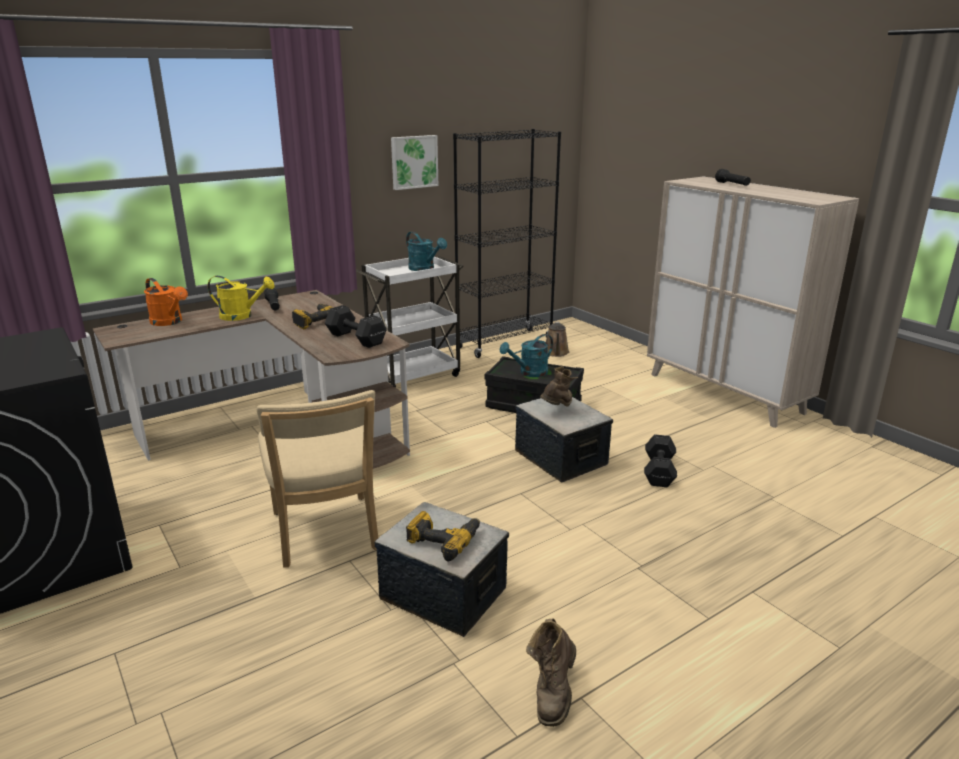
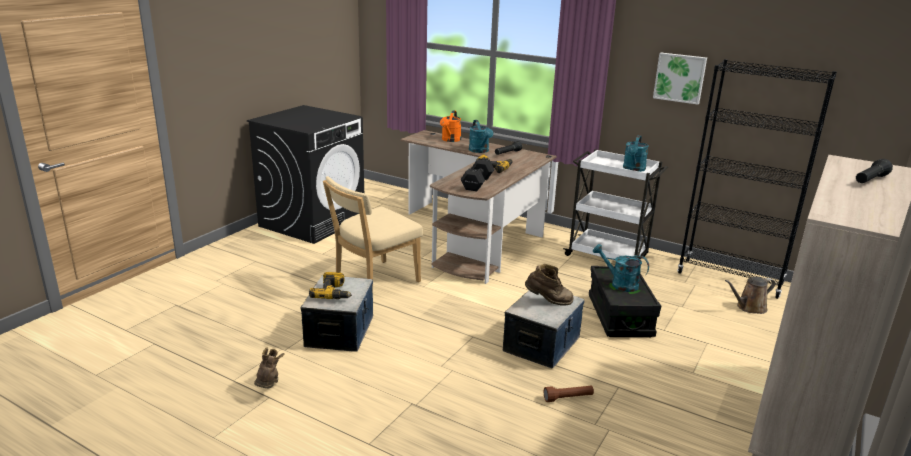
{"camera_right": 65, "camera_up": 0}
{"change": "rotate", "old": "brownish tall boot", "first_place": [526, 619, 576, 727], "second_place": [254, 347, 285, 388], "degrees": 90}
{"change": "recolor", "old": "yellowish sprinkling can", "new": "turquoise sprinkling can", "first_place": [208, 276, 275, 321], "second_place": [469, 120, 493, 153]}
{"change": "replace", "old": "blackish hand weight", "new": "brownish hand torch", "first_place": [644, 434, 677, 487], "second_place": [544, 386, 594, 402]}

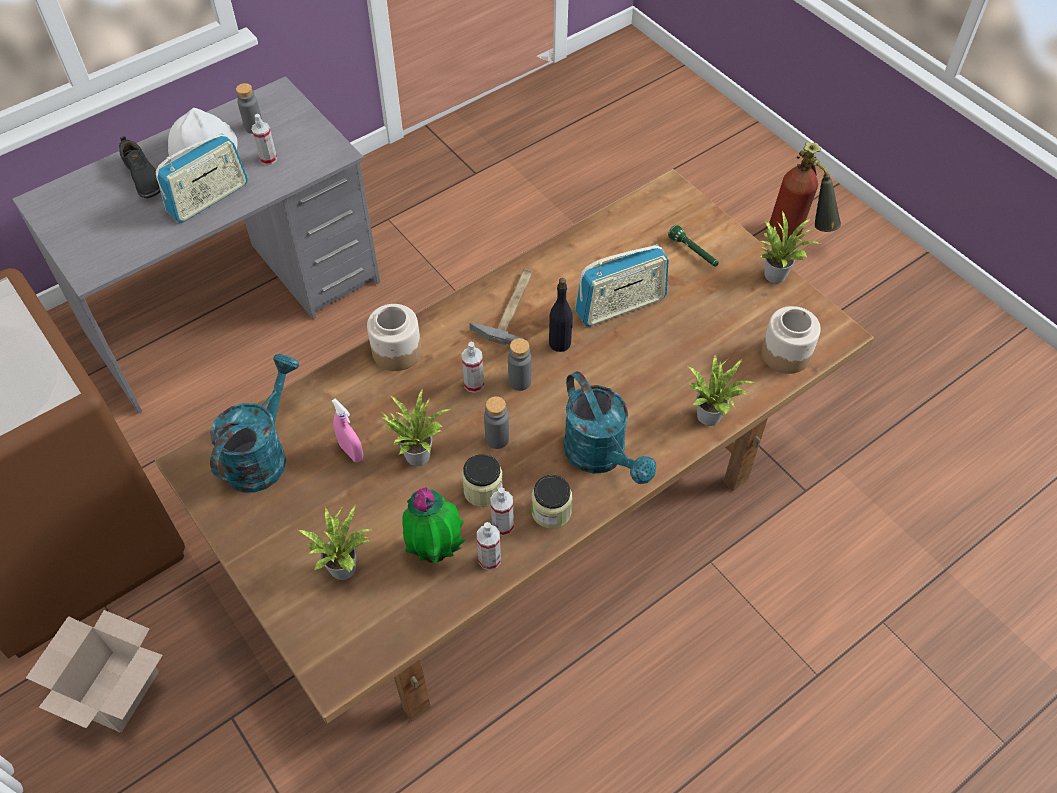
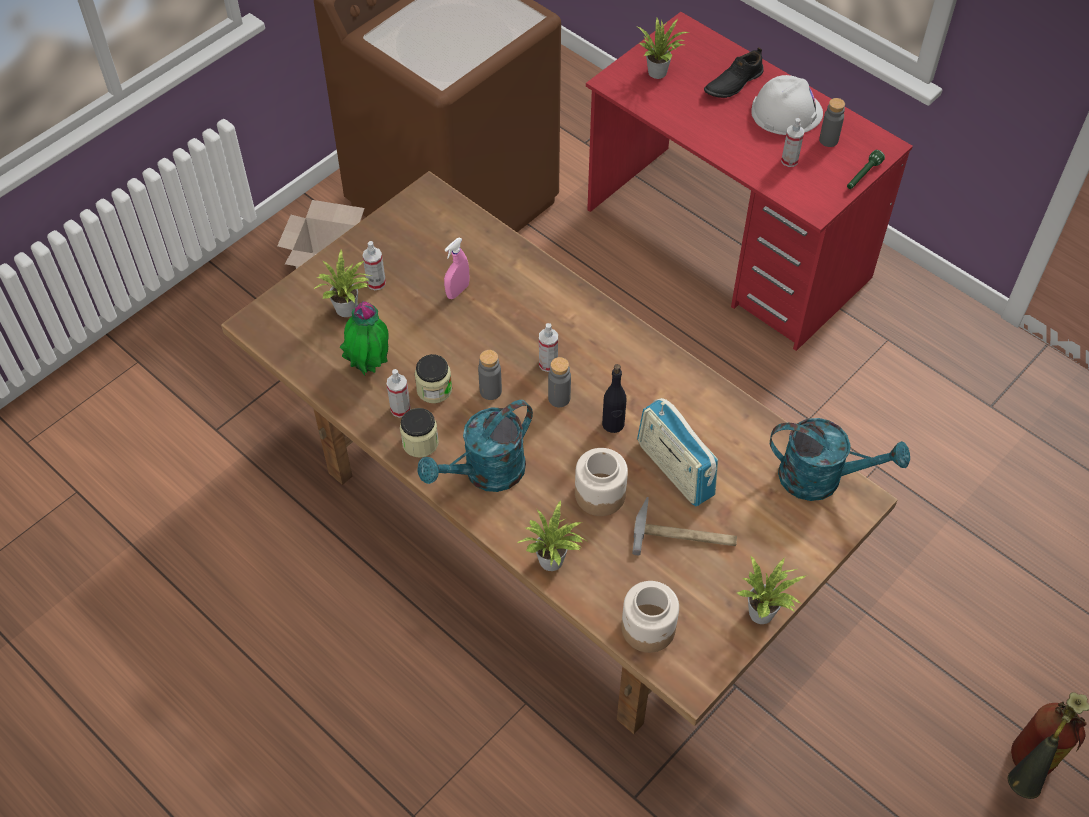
{"camera_right": 80, "camera_up": 0}
{"change": "move", "old": "hand sprayer", "first_place": [477, 522, 501, 570], "second_place": [362, 241, 386, 290]}
{"change": "move", "old": "storage jar", "first_place": [367, 304, 421, 371], "second_place": [575, 448, 628, 516]}
{"change": "recolor", "old": "greyish desk unit", "new": "reddish desk unit", "first_place": [12, 76, 380, 414], "second_place": [586, 12, 913, 351]}
{"change": "move", "old": "hand hammer", "first_place": [469, 269, 532, 345], "second_place": [632, 497, 737, 556]}
{"change": "move", "old": "potted plant", "first_place": [382, 388, 450, 466], "second_place": [638, 18, 688, 79]}
{"change": "move", "old": "turquoise sprinkling can", "first_place": [210, 354, 300, 493], "second_place": [770, 418, 910, 501]}
{"change": "move", "old": "greenish hand torch", "first_place": [668, 225, 719, 267], "second_place": [847, 150, 885, 189]}
{"change": "delete", "old": "radio receiver", "first_place": [155, 133, 248, 223]}

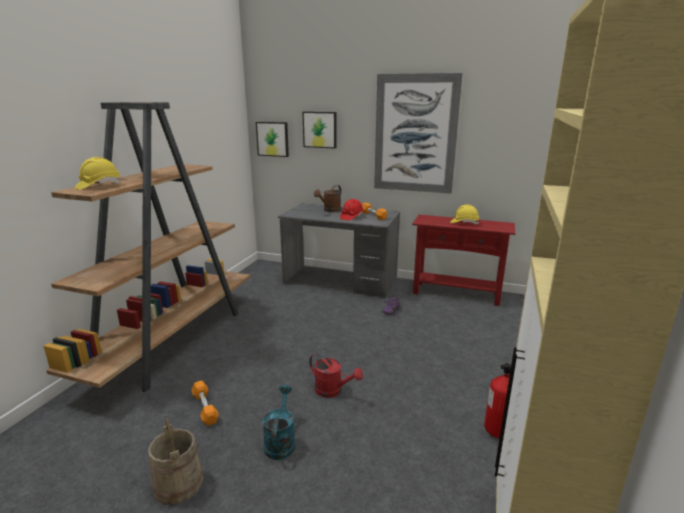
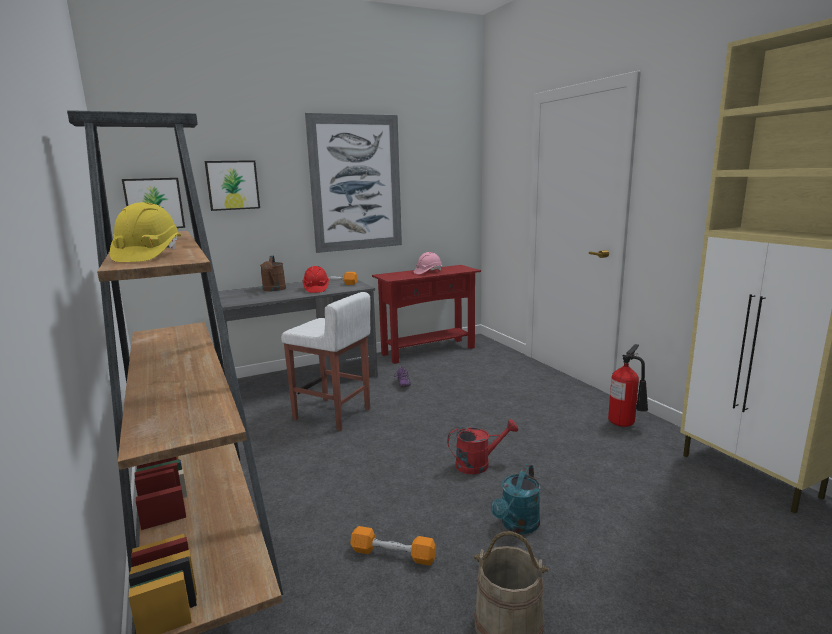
{"camera_right": -45, "camera_up": -5}
{"change": "insert", "new": "whitish stool", "second_place": [281, 292, 371, 431]}
{"change": "recolor", "old": "yellowish safety helmet", "new": "pink-coloured safety helmet", "first_place": [450, 205, 479, 224], "second_place": [414, 252, 442, 274]}
{"change": "rotate", "old": "turquoise sprinkling can", "first_place": [262, 385, 295, 460], "second_place": [491, 464, 540, 534], "degrees": -105}

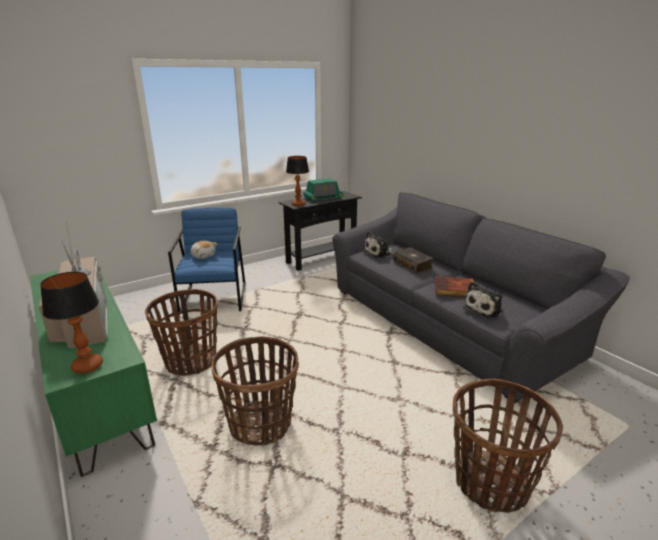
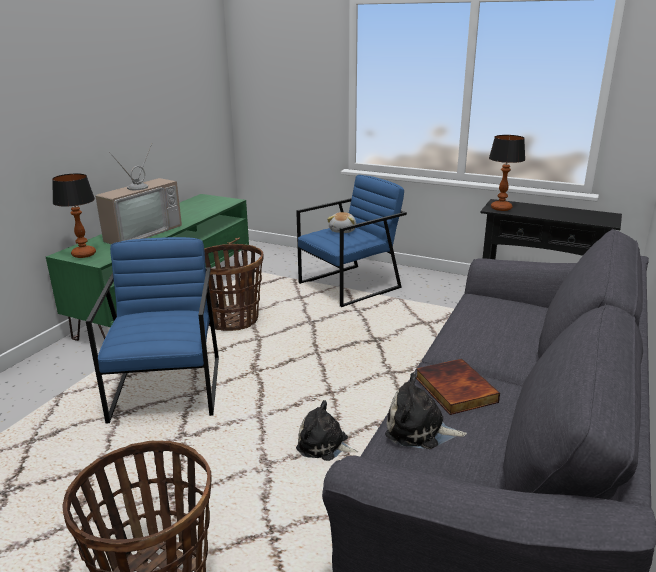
{"camera_right": 60, "camera_up": 0}
{"change": "replace", "old": "basket", "new": "blue lounge chair", "first_place": [211, 337, 299, 446], "second_place": [86, 237, 219, 424]}
{"change": "move", "old": "soft toy", "first_place": [363, 231, 392, 258], "second_place": [296, 400, 358, 461]}
{"change": "delete", "old": "radio receiver", "first_place": [303, 178, 343, 202]}
{"change": "delete", "old": "bound book", "first_place": [392, 247, 434, 273]}

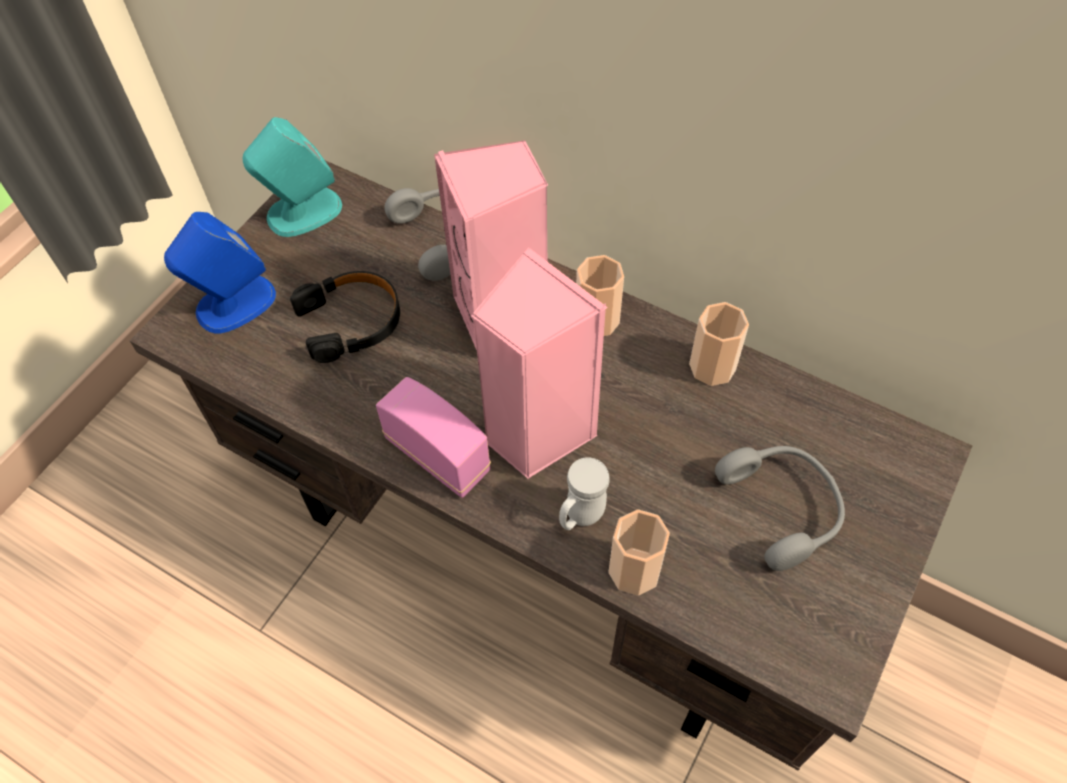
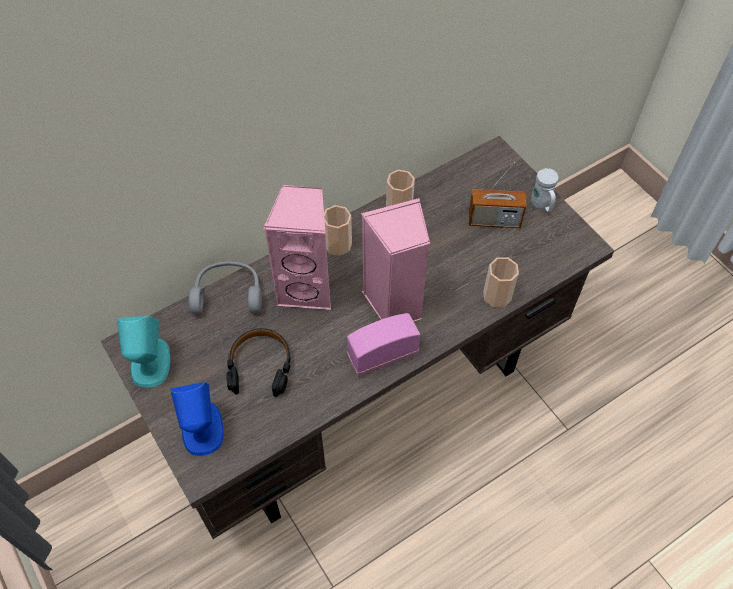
{"camera_right": -65, "camera_up": 0}
{"change": "replace", "old": "greyish headset", "new": "radio receiver", "first_place": [715, 446, 845, 571], "second_place": [469, 162, 526, 228]}
{"change": "move", "old": "whitish coffee mug", "first_place": [559, 457, 610, 530], "second_place": [531, 168, 559, 212]}

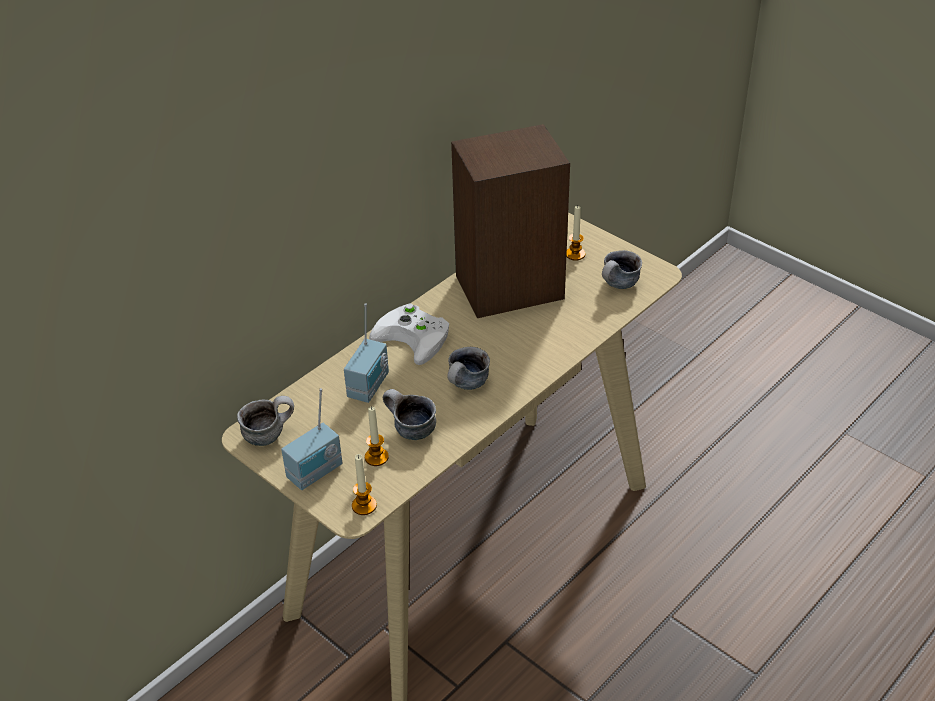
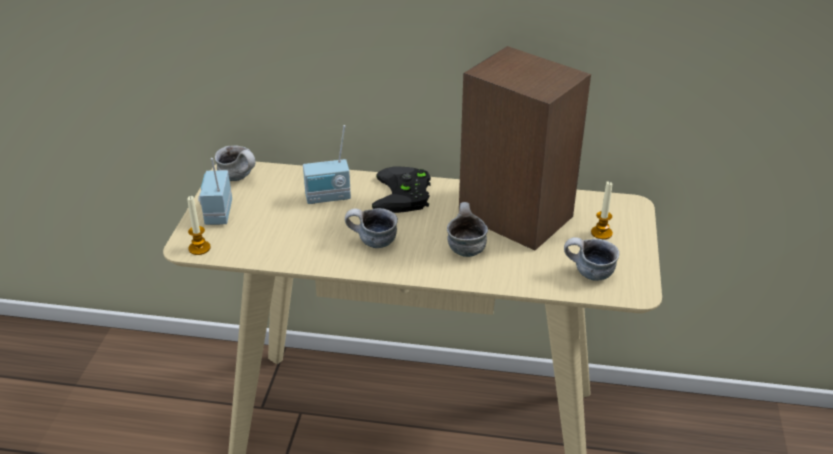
{"camera_right": 55, "camera_up": -5}
{"change": "rotate", "old": "radio receiver", "first_place": [281, 388, 342, 490], "second_place": [198, 158, 232, 225], "degrees": 75}
{"change": "recolor", "old": "whitish joypad", "new": "blackish joypad", "first_place": [369, 303, 449, 365], "second_place": [372, 166, 431, 213]}
{"change": "move", "old": "coffee mug", "first_place": [383, 389, 436, 440], "second_place": [447, 202, 488, 257]}
{"change": "delete", "old": "candle", "first_place": [365, 407, 389, 466]}

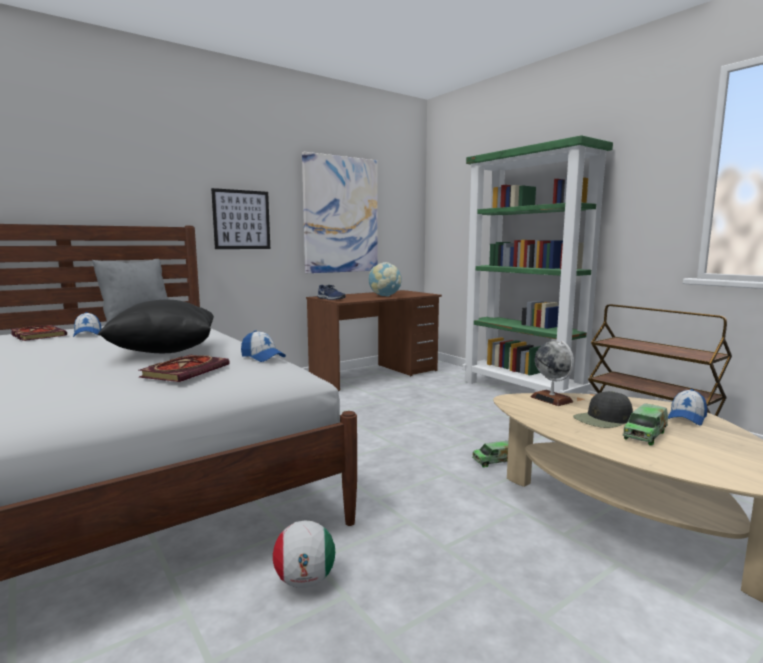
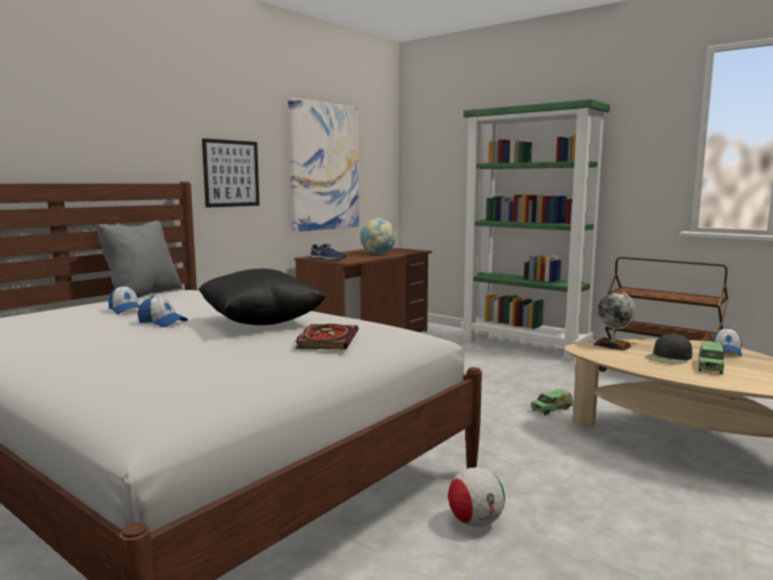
{"camera_right": -15, "camera_up": 0}
{"change": "move", "old": "cap", "first_place": [241, 331, 286, 362], "second_place": [138, 296, 188, 327]}
{"change": "delete", "old": "bound book", "first_place": [11, 325, 67, 341]}

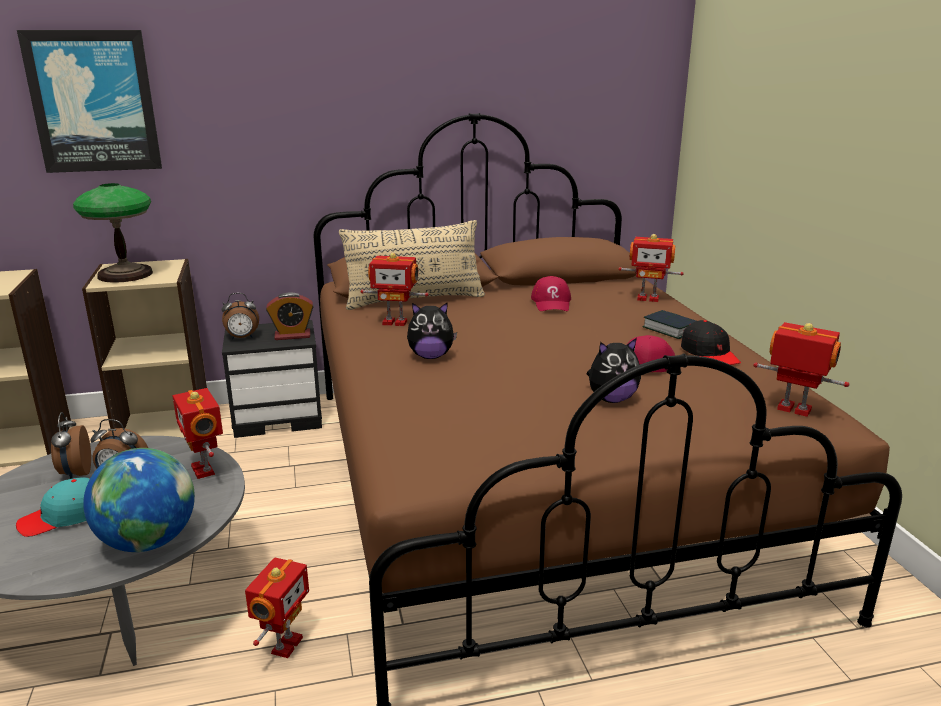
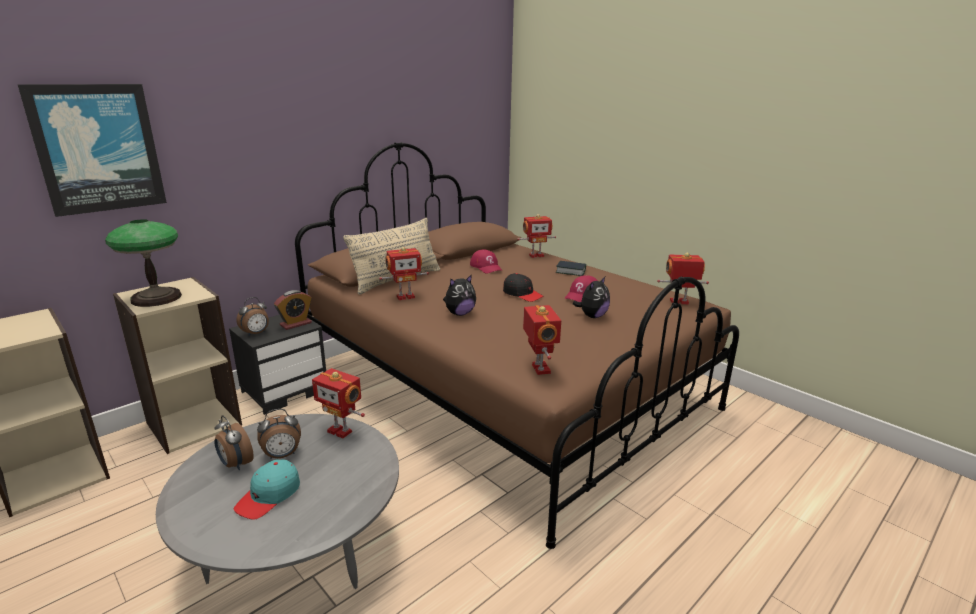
{"camera_right": -30, "camera_up": 0}
{"change": "move", "old": "blackish cap", "first_place": [681, 320, 741, 365], "second_place": [503, 273, 544, 302]}
{"change": "move", "old": "model robot", "first_place": [245, 557, 309, 658], "second_place": [523, 305, 561, 375]}
{"change": "delete", "old": "world globe", "first_place": [83, 448, 195, 552]}

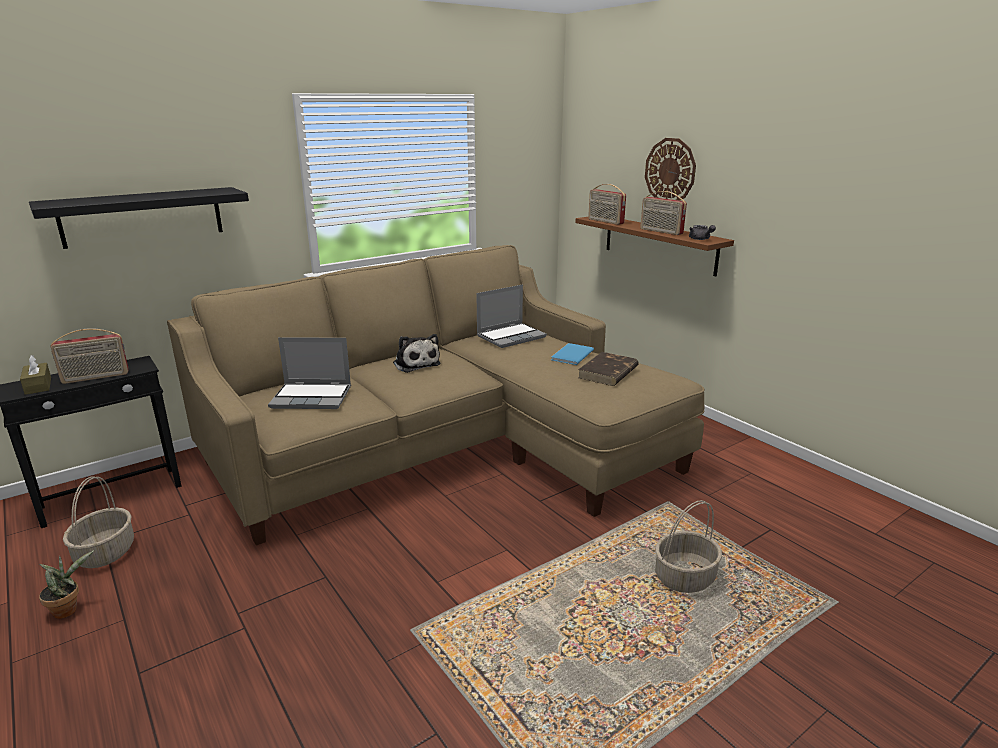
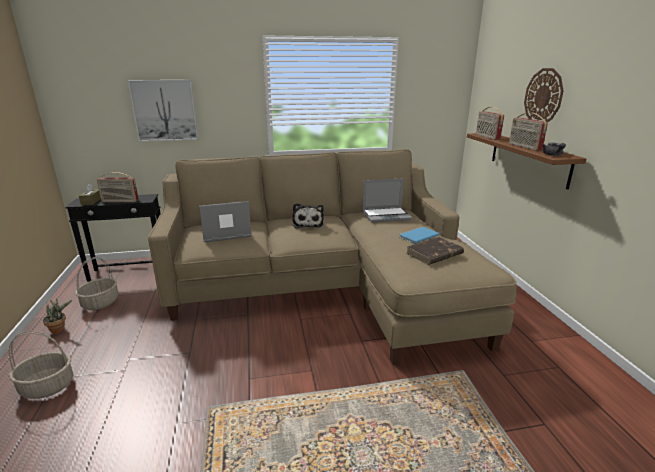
{"camera_right": 25, "camera_up": 0}
{"change": "move", "old": "basket", "first_place": [655, 500, 722, 593], "second_place": [9, 331, 73, 399]}
{"change": "replace", "old": "blackish wall shelf", "new": "wall picture", "first_place": [29, 187, 249, 249], "second_place": [128, 80, 199, 142]}
{"change": "rotate", "old": "portable computer", "first_place": [268, 337, 351, 409], "second_place": [199, 201, 251, 242], "degrees": 135}

